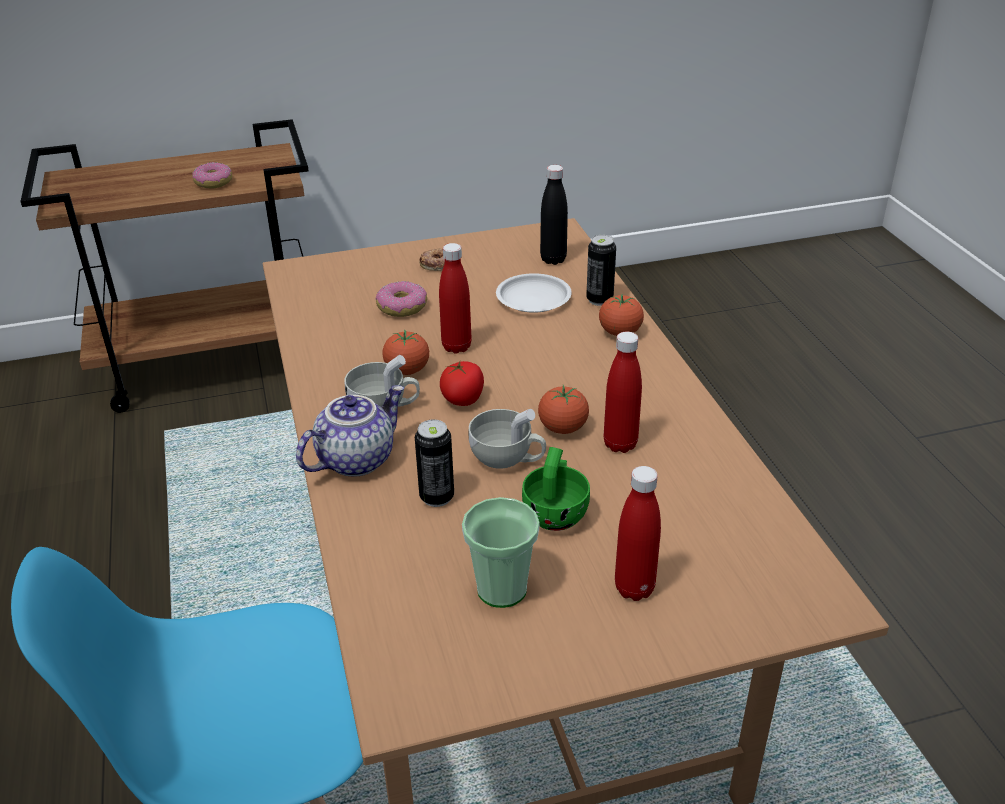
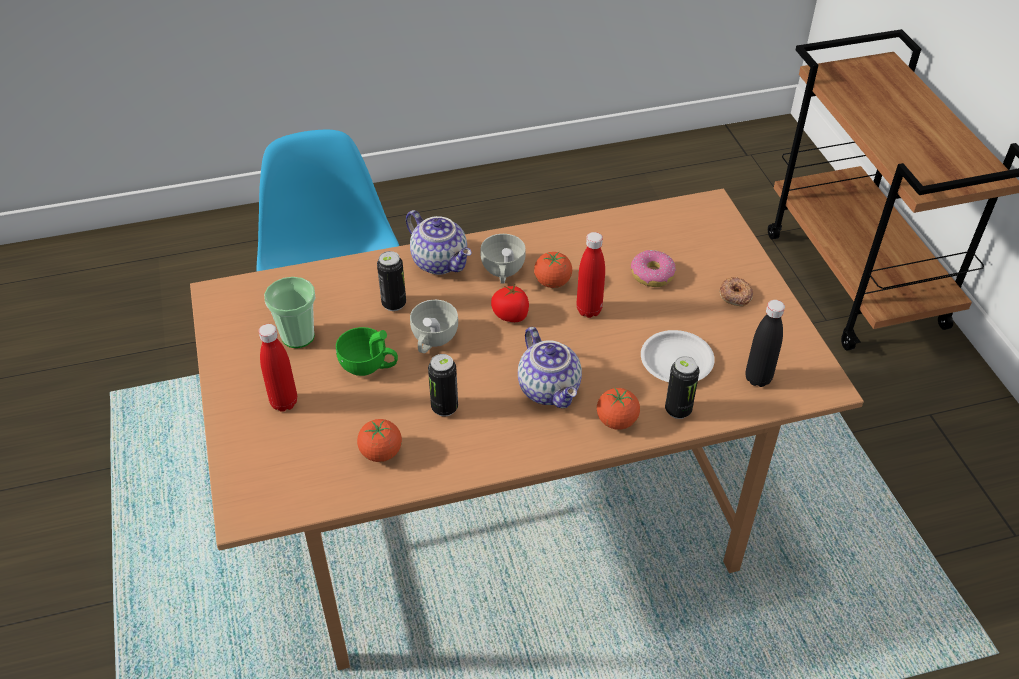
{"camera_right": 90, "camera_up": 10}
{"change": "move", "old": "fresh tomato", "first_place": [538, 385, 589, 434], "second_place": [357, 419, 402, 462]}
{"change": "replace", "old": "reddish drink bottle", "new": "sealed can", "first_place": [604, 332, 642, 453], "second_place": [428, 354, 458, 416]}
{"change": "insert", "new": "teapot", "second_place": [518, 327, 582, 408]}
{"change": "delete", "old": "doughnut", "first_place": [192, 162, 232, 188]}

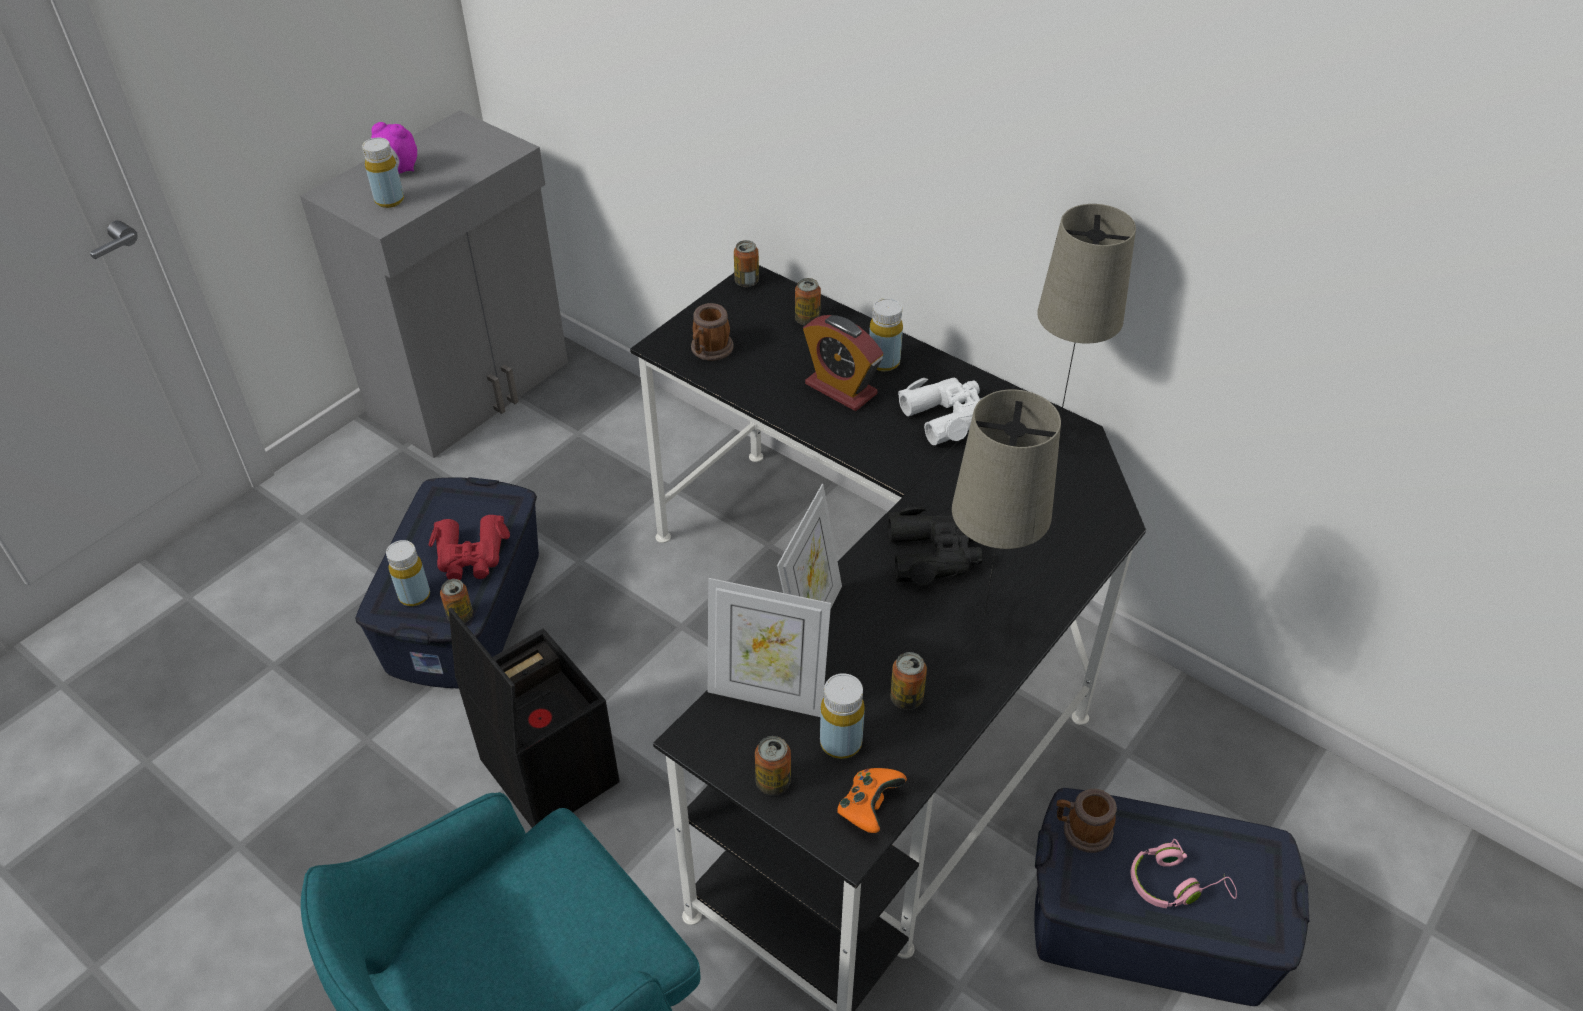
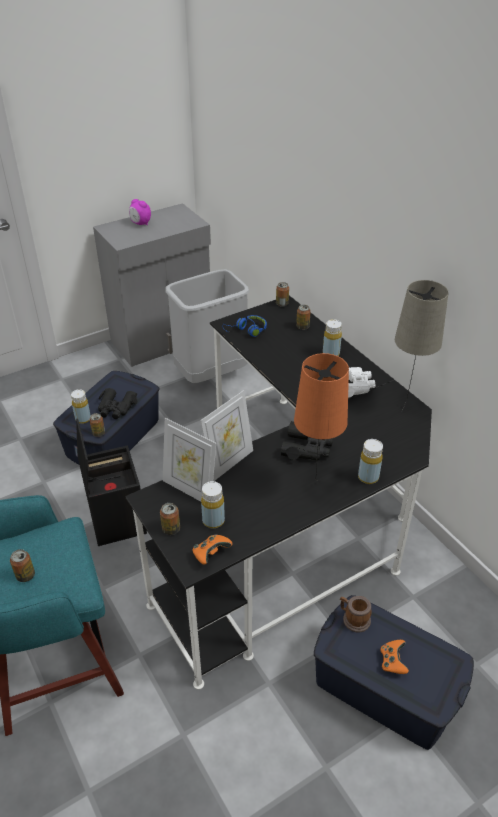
{"camera_right": 20, "camera_up": -5}
{"change": "move", "old": "sealed can", "first_place": [890, 652, 927, 710], "second_place": [10, 549, 35, 582]}
{"change": "recolor", "old": "reddish binoculars", "new": "blackish binoculars", "first_place": [429, 515, 510, 580], "second_place": [98, 388, 137, 419]}
{"change": "insert", "new": "greyish rubbish bin", "second_place": [165, 269, 249, 383]}
{"change": "replace", "old": "coffee mug", "new": "blue headset", "first_place": [691, 303, 733, 361], "second_place": [222, 315, 267, 337]}
{"change": "recolor", "old": "beige-coloured lamp for a table", "new": "orange lamp for a table", "first_place": [952, 389, 1061, 614], "second_place": [294, 353, 349, 481]}
{"change": "move", "old": "yellowish drink bottle", "first_place": [362, 138, 404, 208], "second_place": [358, 439, 383, 484]}
{"change": "replace", "old": "pink-coloured headset", "new": "orange joypad", "first_place": [1131, 839, 1237, 908], "second_place": [381, 640, 409, 674]}
{"change": "delete", "old": "table clock", "first_place": [803, 315, 883, 411]}

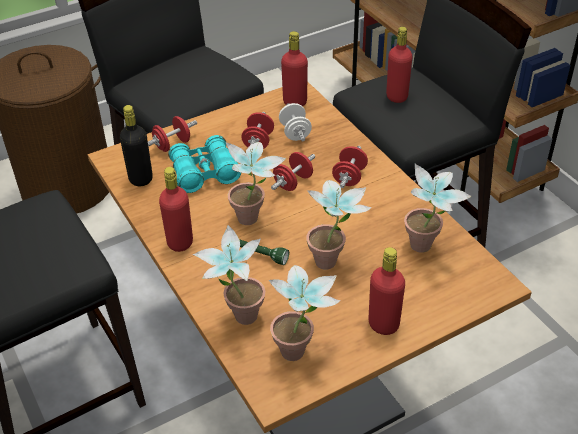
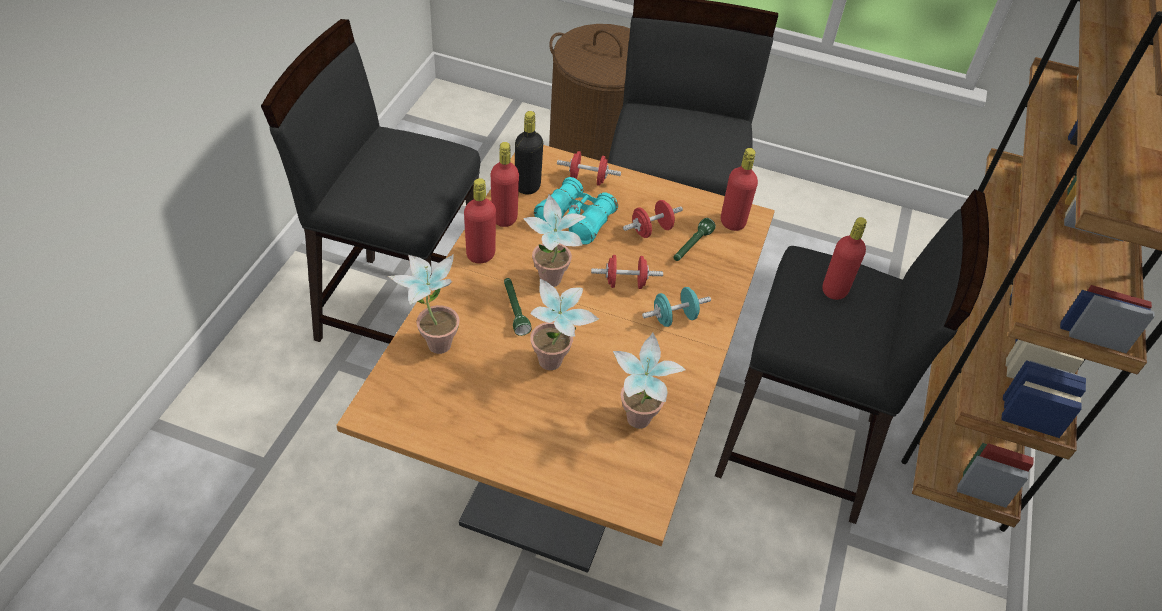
{"camera_right": 45, "camera_up": 5}
{"change": "move", "old": "reddish drink bottle", "first_place": [368, 247, 405, 335], "second_place": [491, 142, 519, 227]}
{"change": "recolor", "old": "reddish hand weight", "new": "turquoise hand weight", "first_place": [332, 146, 368, 188], "second_place": [642, 287, 711, 327]}
{"change": "replace", "old": "whitish hand weight", "new": "greenish hand torch", "first_place": [279, 103, 312, 141], "second_place": [674, 218, 716, 261]}
{"change": "delete", "old": "potted plant", "first_place": [269, 265, 341, 361]}

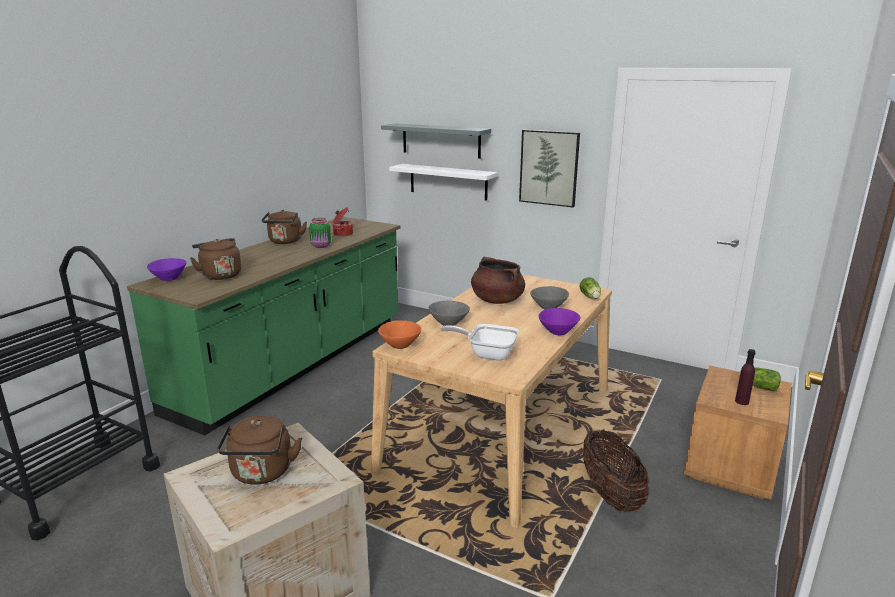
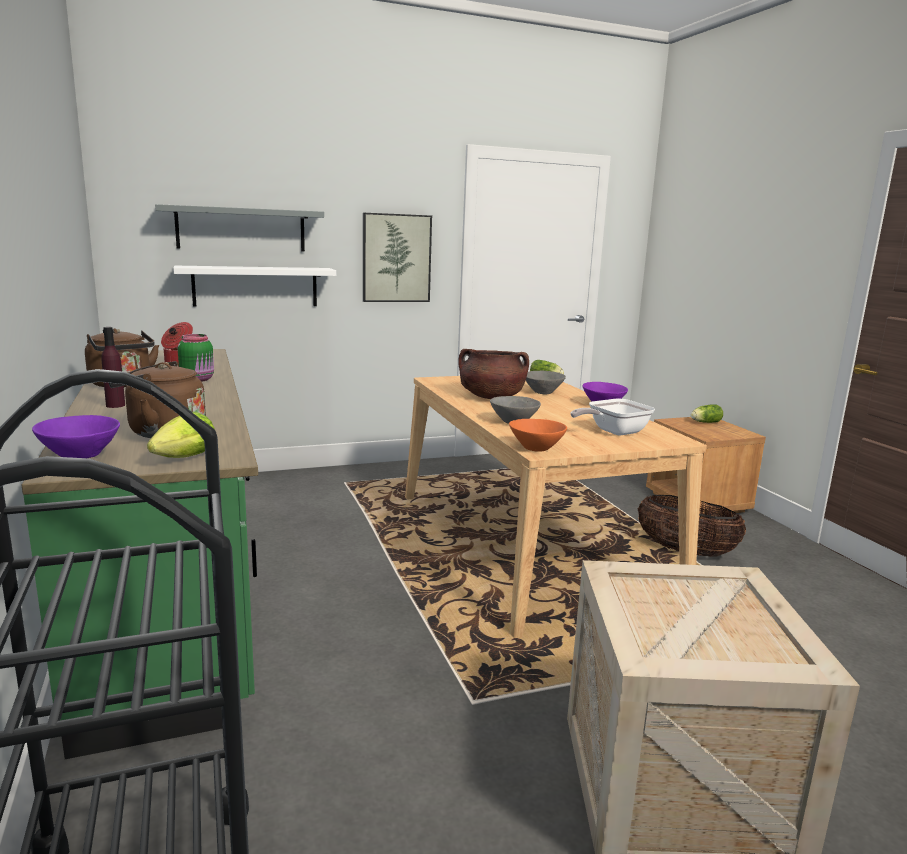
{"camera_right": -50, "camera_up": -5}
{"change": "move", "old": "purplish drink bottle", "first_place": [735, 349, 756, 405], "second_place": [101, 327, 125, 408]}
{"change": "insert", "new": "lettuce head", "second_place": [147, 412, 215, 458]}
{"change": "delete", "old": "brownish water kettle", "first_place": [217, 415, 302, 485]}

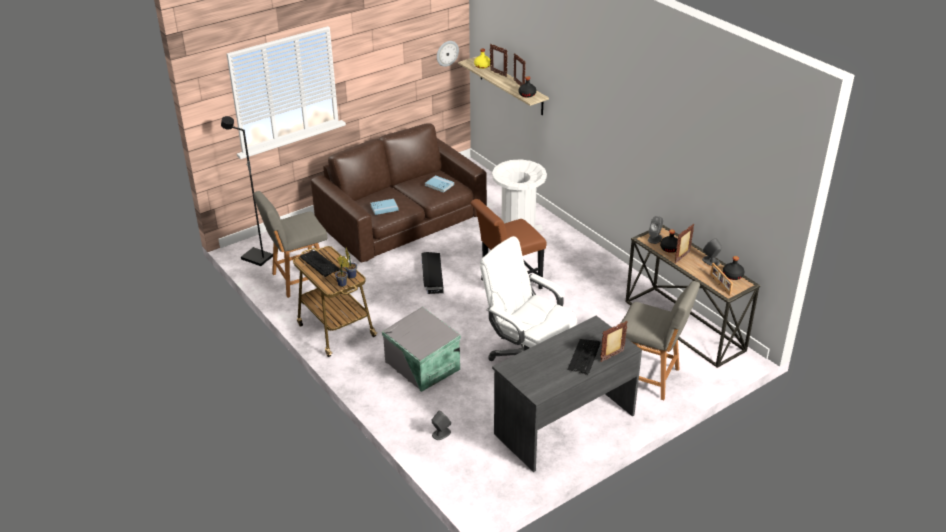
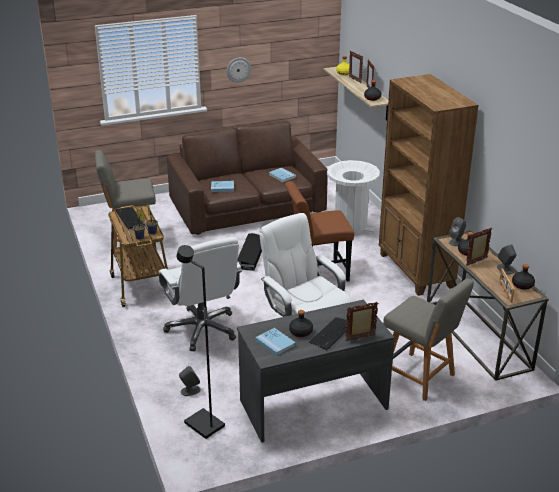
{"camera_right": 15, "camera_up": -5}
{"change": "replace", "old": "greyish storage container", "new": "whitish computer chair", "first_place": [382, 307, 461, 392], "second_place": [158, 237, 243, 351]}
{"change": "move", "old": "blackish floor lamp", "first_place": [221, 116, 273, 266], "second_place": [176, 245, 225, 439]}
{"change": "move", "old": "hanging clock", "first_place": [437, 41, 459, 67], "second_place": [226, 57, 251, 82]}
{"change": "insert", "new": "blue bound book", "second_place": [255, 328, 296, 356]}
{"change": "insert", "new": "blackish drink bottle", "second_place": [289, 310, 313, 337]}
{"change": "insert", "new": "brownish shelving unit", "second_place": [379, 74, 479, 296]}

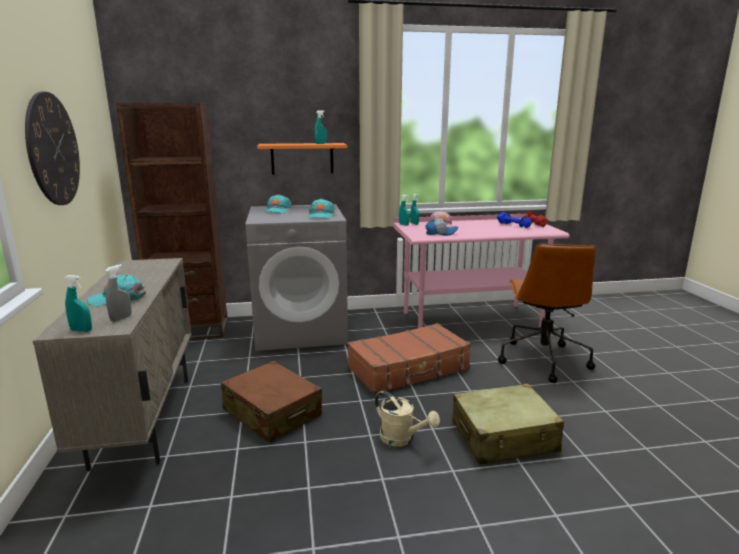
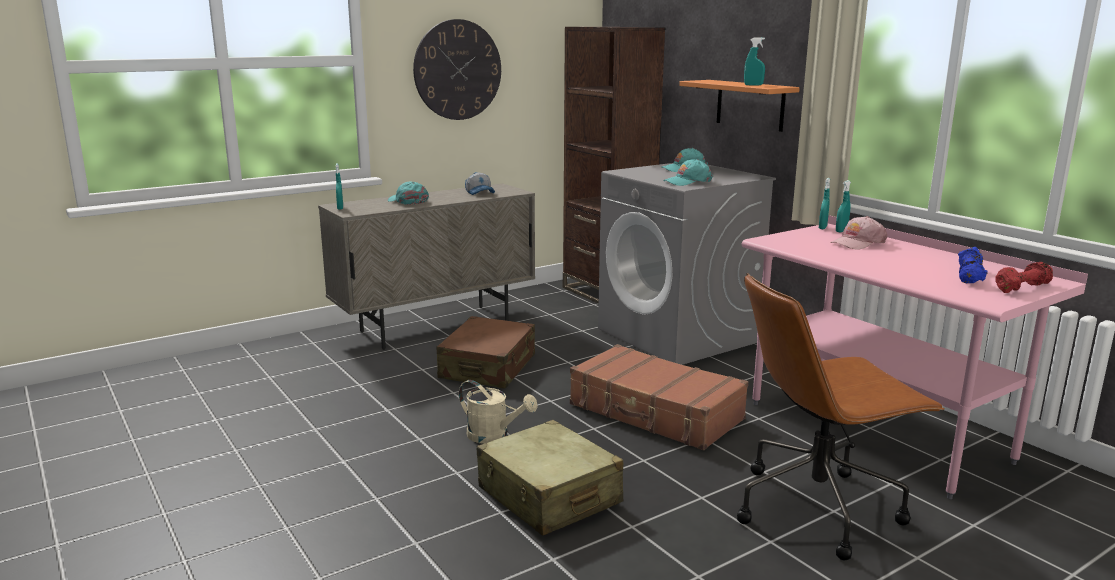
{"camera_right": 65, "camera_up": 0}
{"change": "rotate", "old": "beige-coloured sprinkling can", "first_place": [375, 390, 440, 447], "second_place": [459, 380, 538, 444], "degrees": -75}
{"change": "move", "old": "cap", "first_place": [426, 218, 458, 236], "second_place": [465, 172, 495, 195]}
{"change": "delete", "old": "greyish hand sprayer", "first_place": [105, 264, 131, 322]}

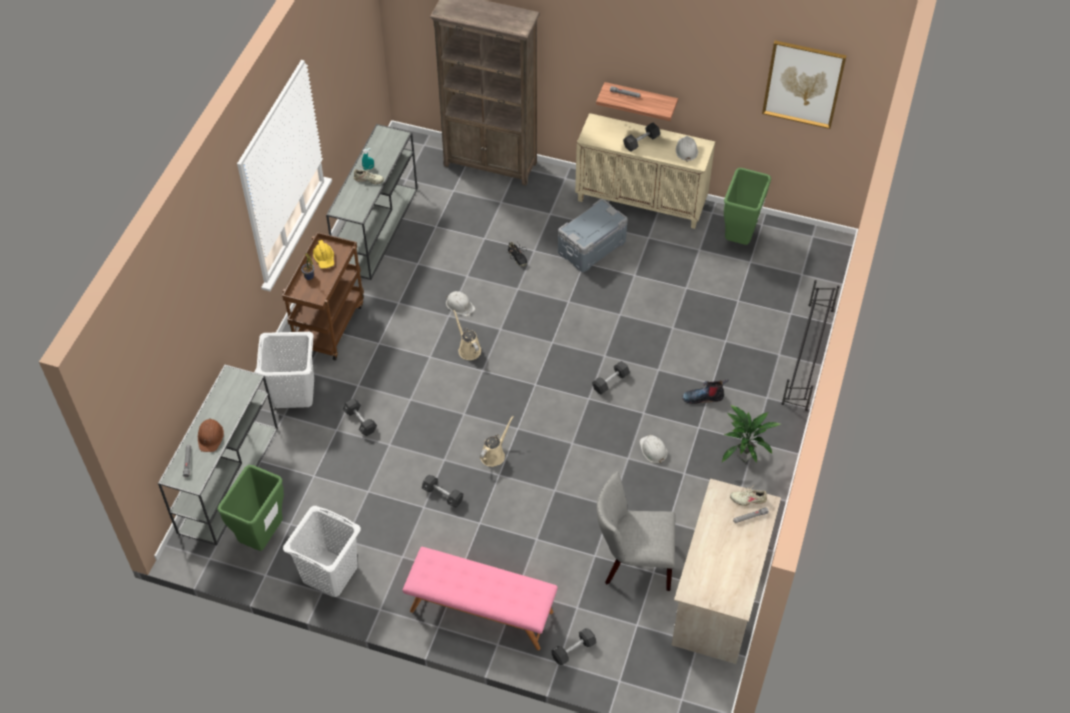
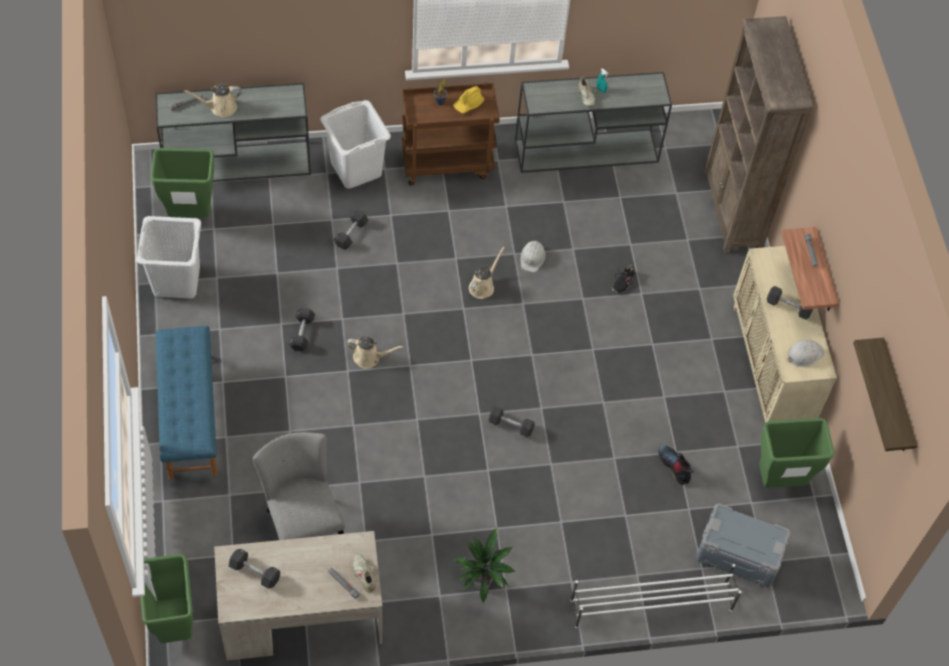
{"camera_right": 60, "camera_up": 5}
{"change": "insert", "new": "greenish rubbish bin", "second_place": [141, 554, 193, 643]}
{"change": "recolor", "old": "pink-coloured long seat", "new": "blue long seat", "first_place": [403, 547, 558, 650], "second_place": [156, 326, 217, 480]}
{"change": "replace", "old": "brownish safety helmet", "new": "beige-coloured sprinkling can", "first_place": [198, 418, 224, 452], "second_place": [184, 84, 242, 117]}
{"change": "move", "old": "blackish hand weight", "first_place": [551, 628, 596, 665], "second_place": [229, 549, 280, 589]}
{"change": "recolor", "old": "blackish shoe shelf", "new": "whitish shoe shelf", "first_place": [782, 280, 840, 411], "second_place": [570, 564, 741, 629]}
{"change": "move", "old": "tall boot", "first_place": [682, 379, 728, 404], "second_place": [658, 445, 694, 485]}
{"change": "move", "old": "greyish storage container", "first_place": [558, 199, 628, 272], "second_place": [696, 503, 791, 587]}
{"change": "replace", "old": "wall picture", "new": "wall shelf", "first_place": [762, 40, 847, 129], "second_place": [853, 338, 917, 451]}
{"change": "delete", "old": "whitish safety helmet", "first_place": [640, 435, 668, 463]}

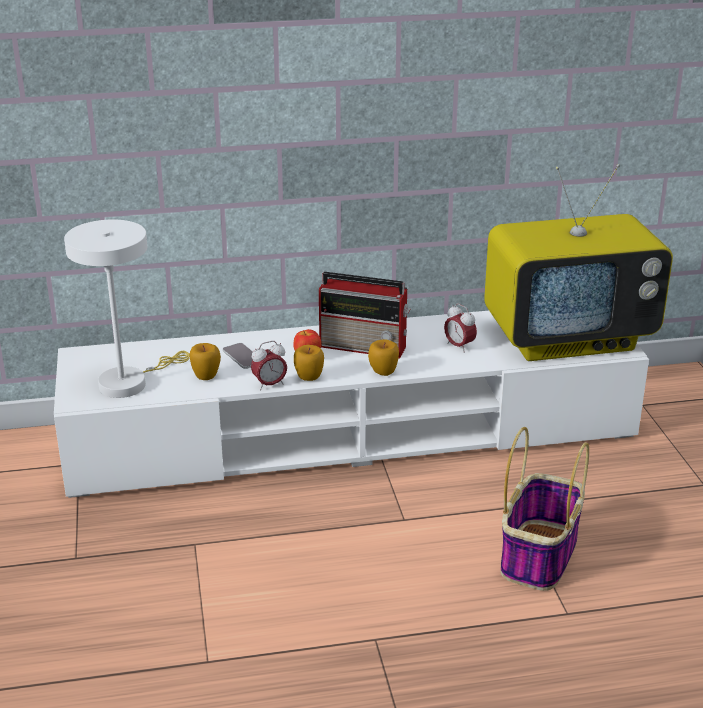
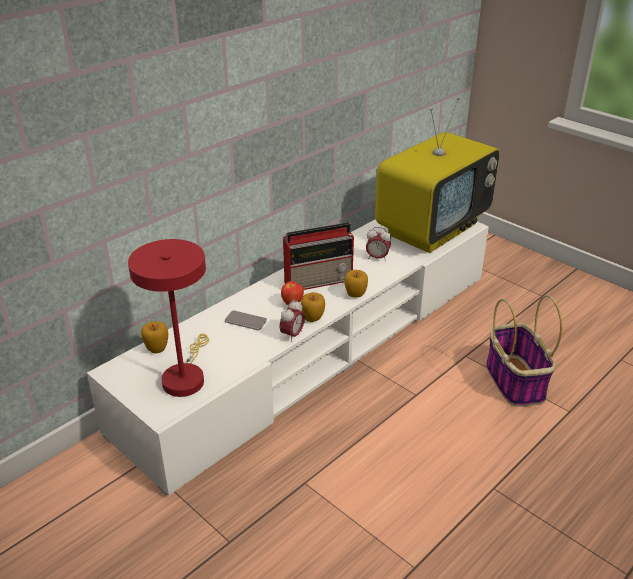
{"camera_right": -35, "camera_up": 5}
{"change": "recolor", "old": "whitish lamp for a table", "new": "reddish lamp for a table", "first_place": [64, 219, 190, 398], "second_place": [128, 239, 209, 397]}
{"change": "move", "old": "apple fruit", "first_place": [190, 343, 221, 380], "second_place": [141, 321, 168, 354]}

